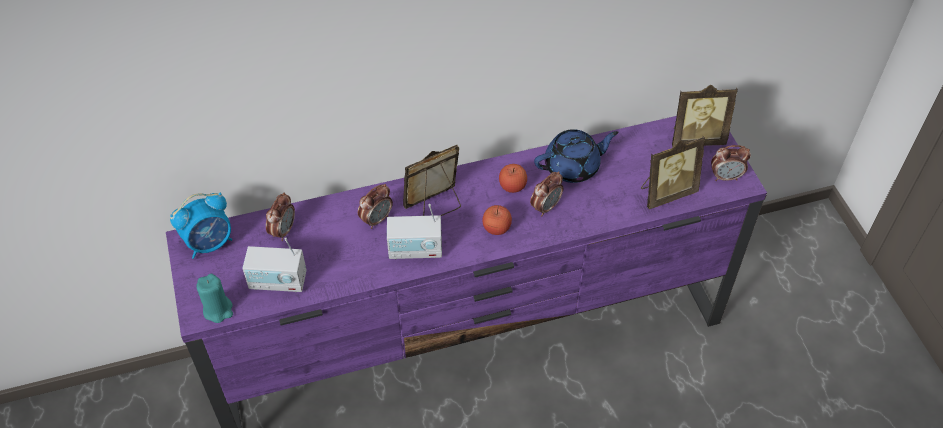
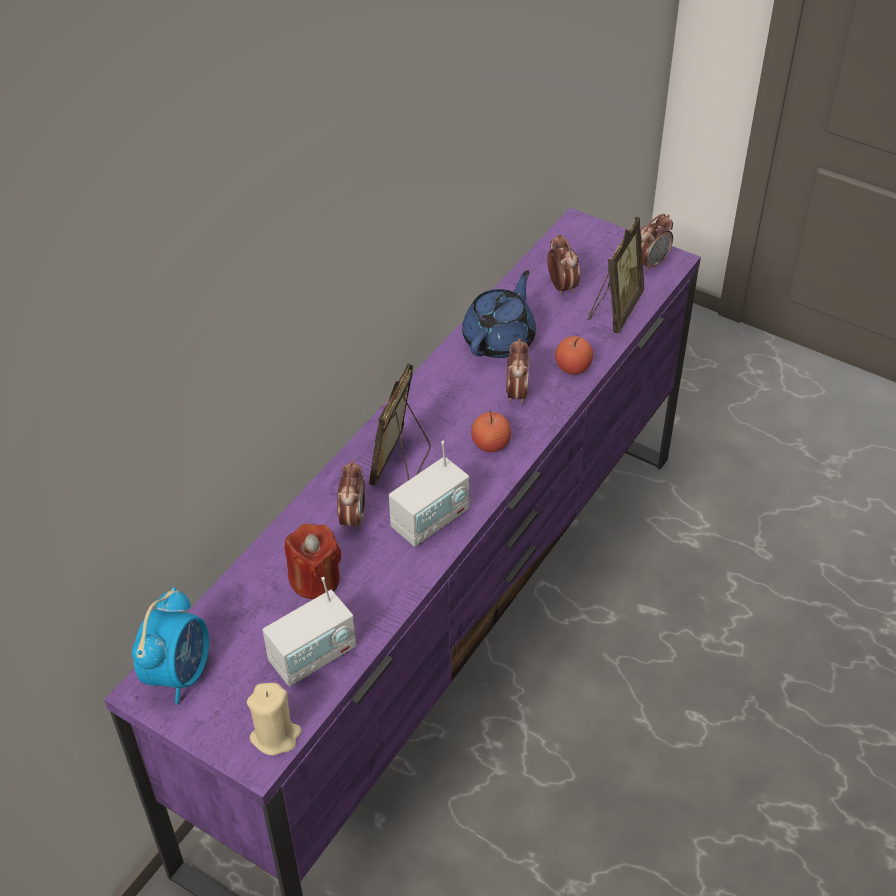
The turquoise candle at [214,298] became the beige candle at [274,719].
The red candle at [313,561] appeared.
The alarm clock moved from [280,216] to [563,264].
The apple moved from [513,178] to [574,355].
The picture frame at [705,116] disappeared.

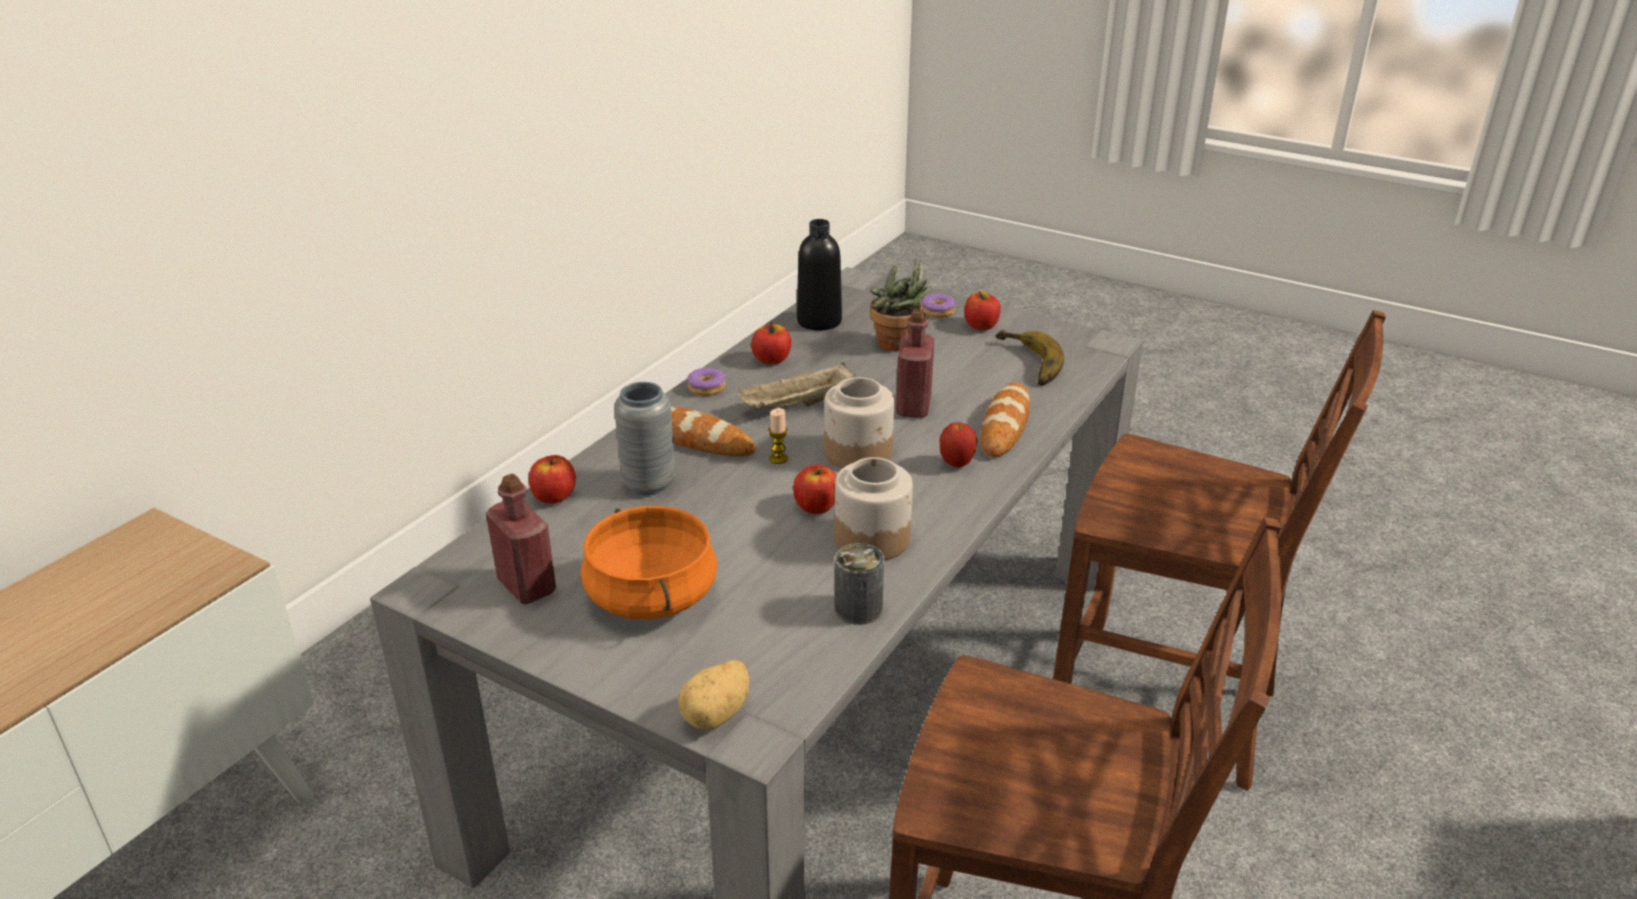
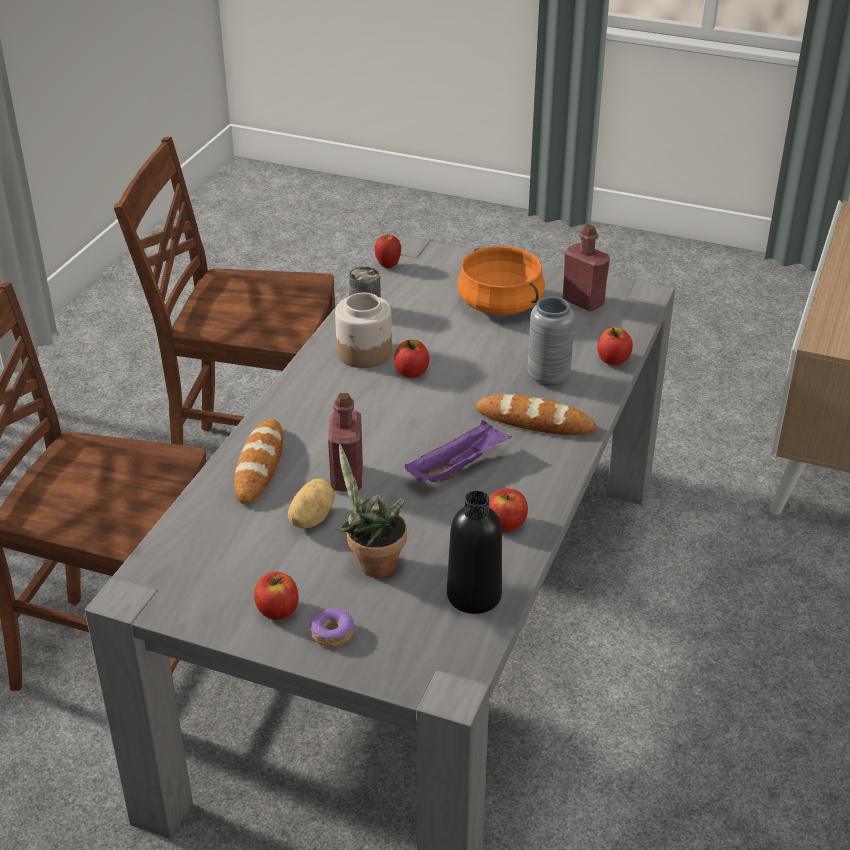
The potato moved from [714,695] to [311,504].
The apple moved from [958,445] to [387,251].
The beige tray at [796,385] became the purple tray at [458,451].
The donut at [706,382] disappeared.
The candle at [778,436] disappeared.
The jar at [859,422] disappeared.
The banana at [1030,357] disappeared.

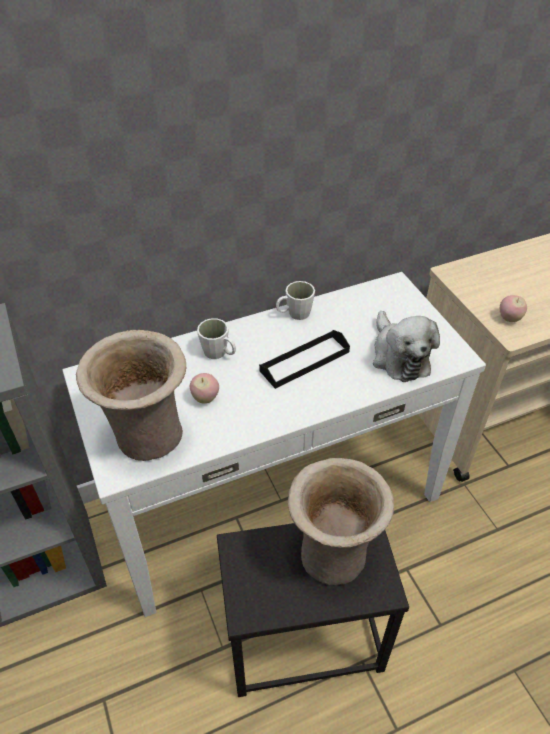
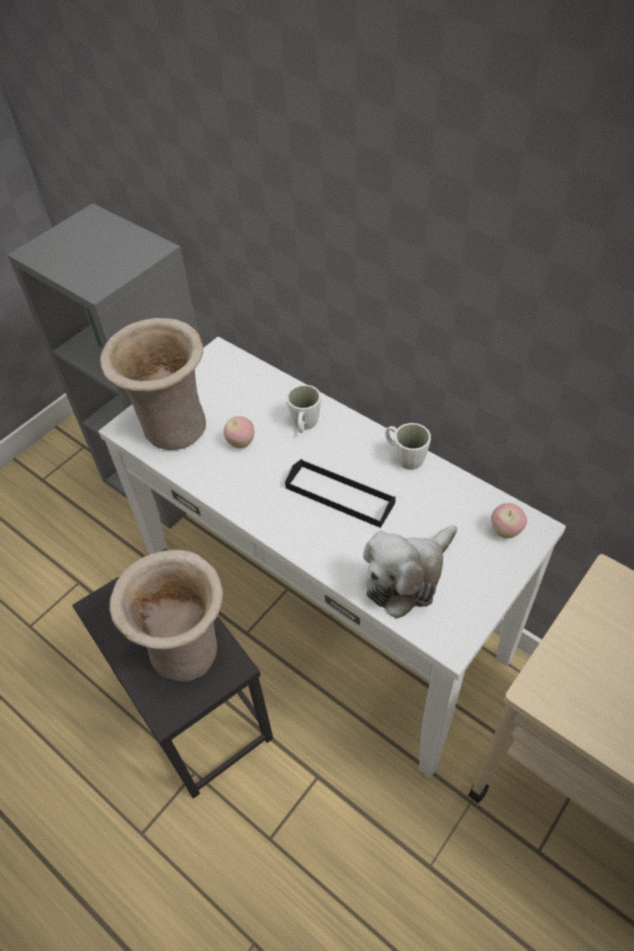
The apple moved from [513,308] to [509,521].

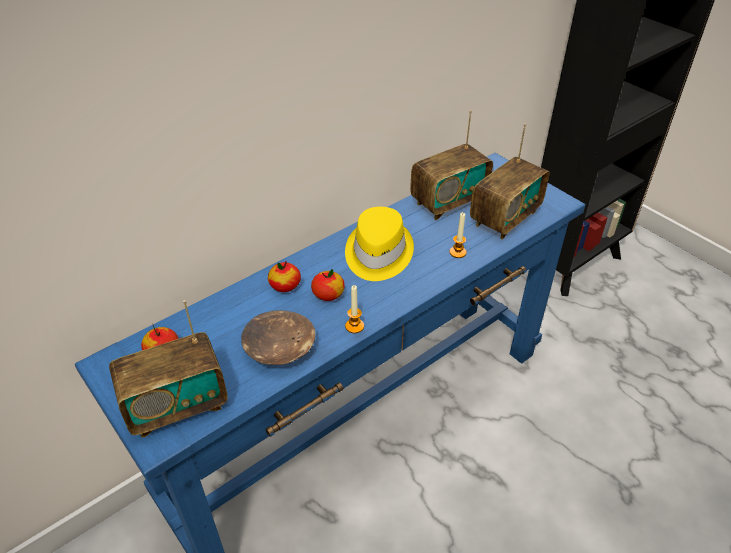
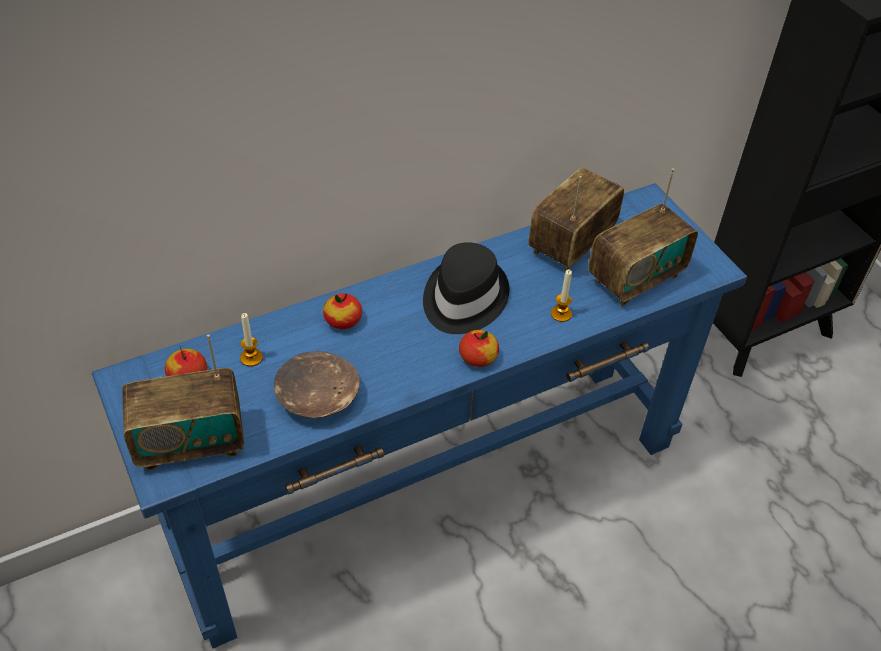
The candle moved from [354,309] to [251,339].
The yellow hat at [379,244] became the black hat at [466,288].
The apple moved from [328,285] to [479,348].
The radio at [451,165] turned 150 degrees clockwise.

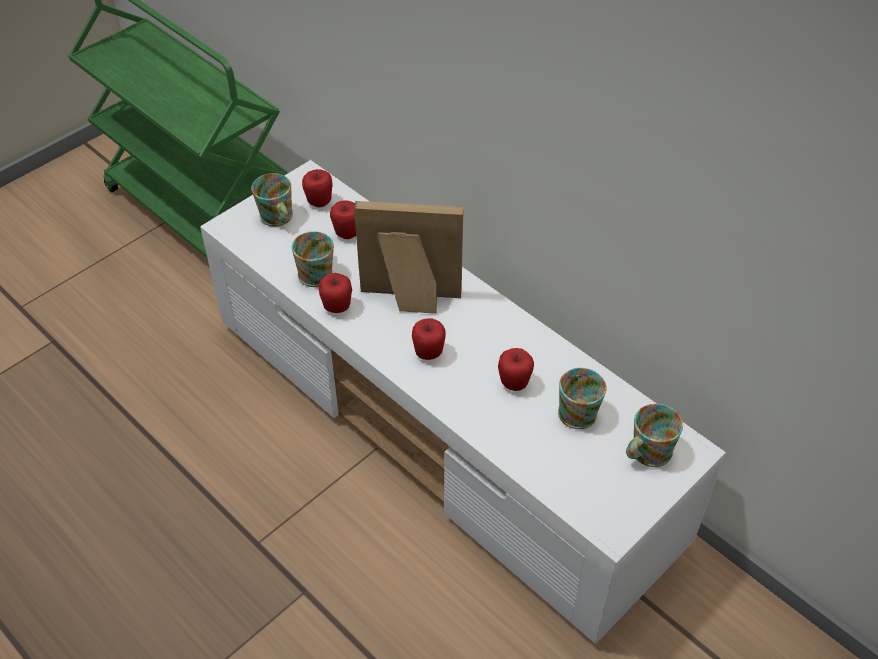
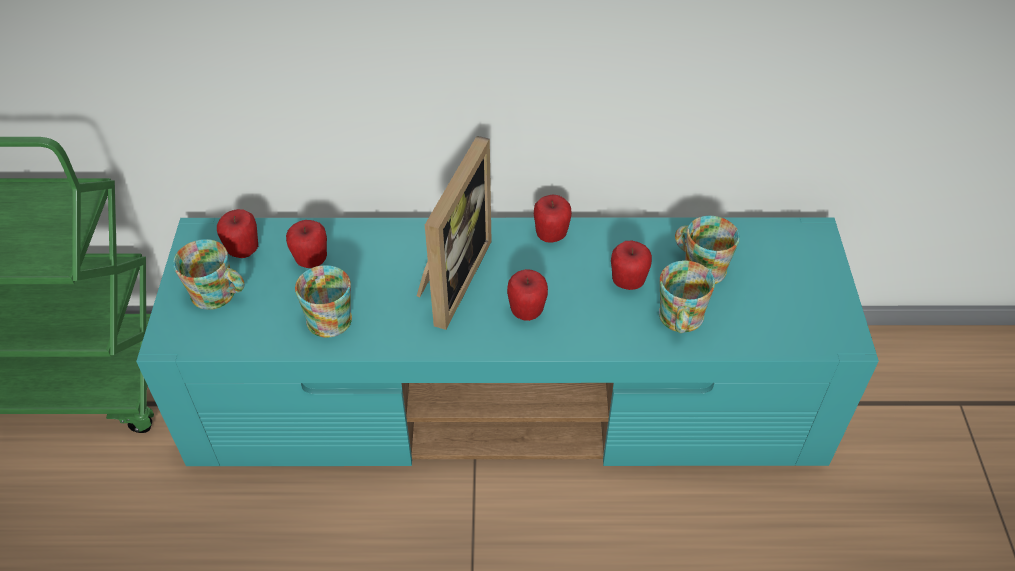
The white tv stand at [463,402] became the turquoise tv stand at [507,341].
The picture frame at [409,257] turned 150 degrees clockwise.
The apple moved from [335,293] to [553,219].
The mug moved from [654,435] to [687,296].

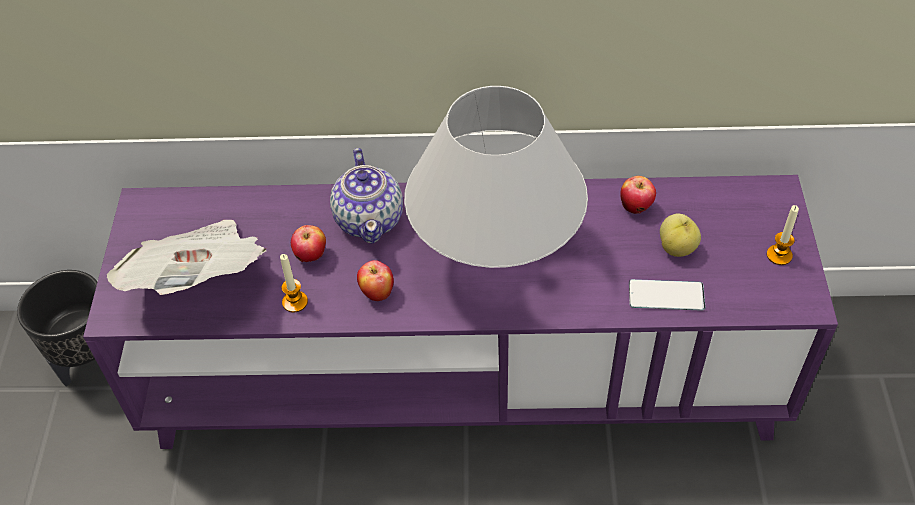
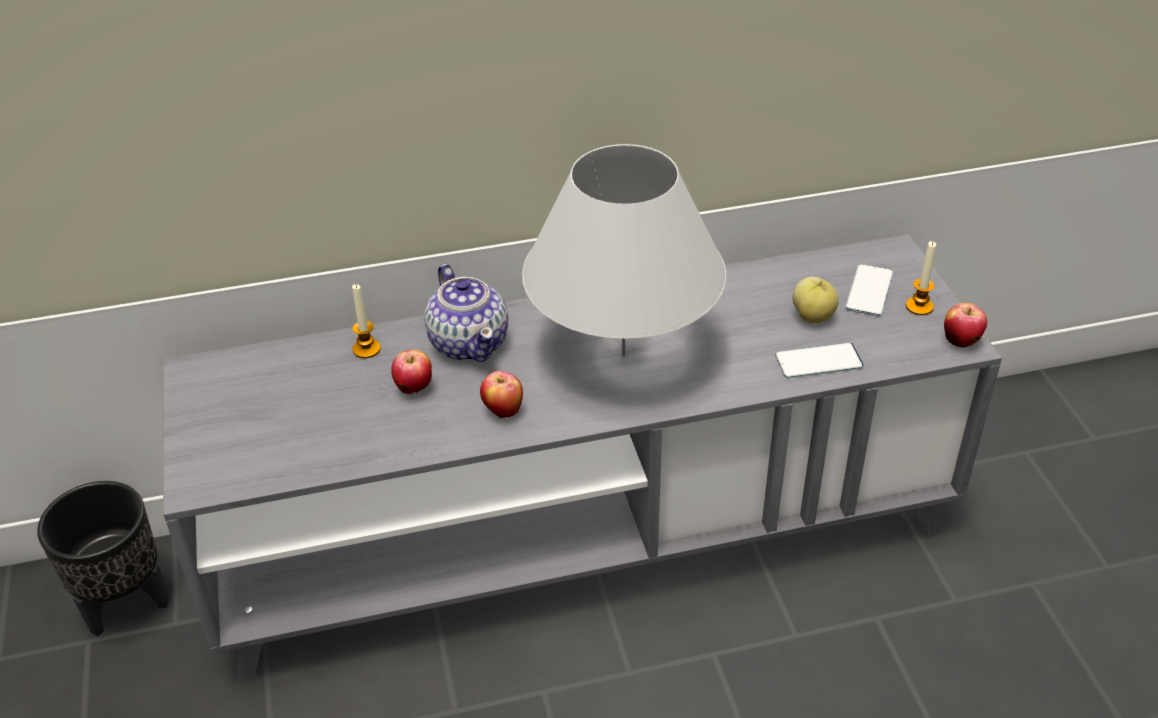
The purple tv stand at [460,312] became the grey tv stand at [582,458].
The candle moved from [294,283] to [366,321].
The phone at [869,290] appeared.
The apple moved from [638,195] to [965,325].
The newspaper at [186,257] disappeared.

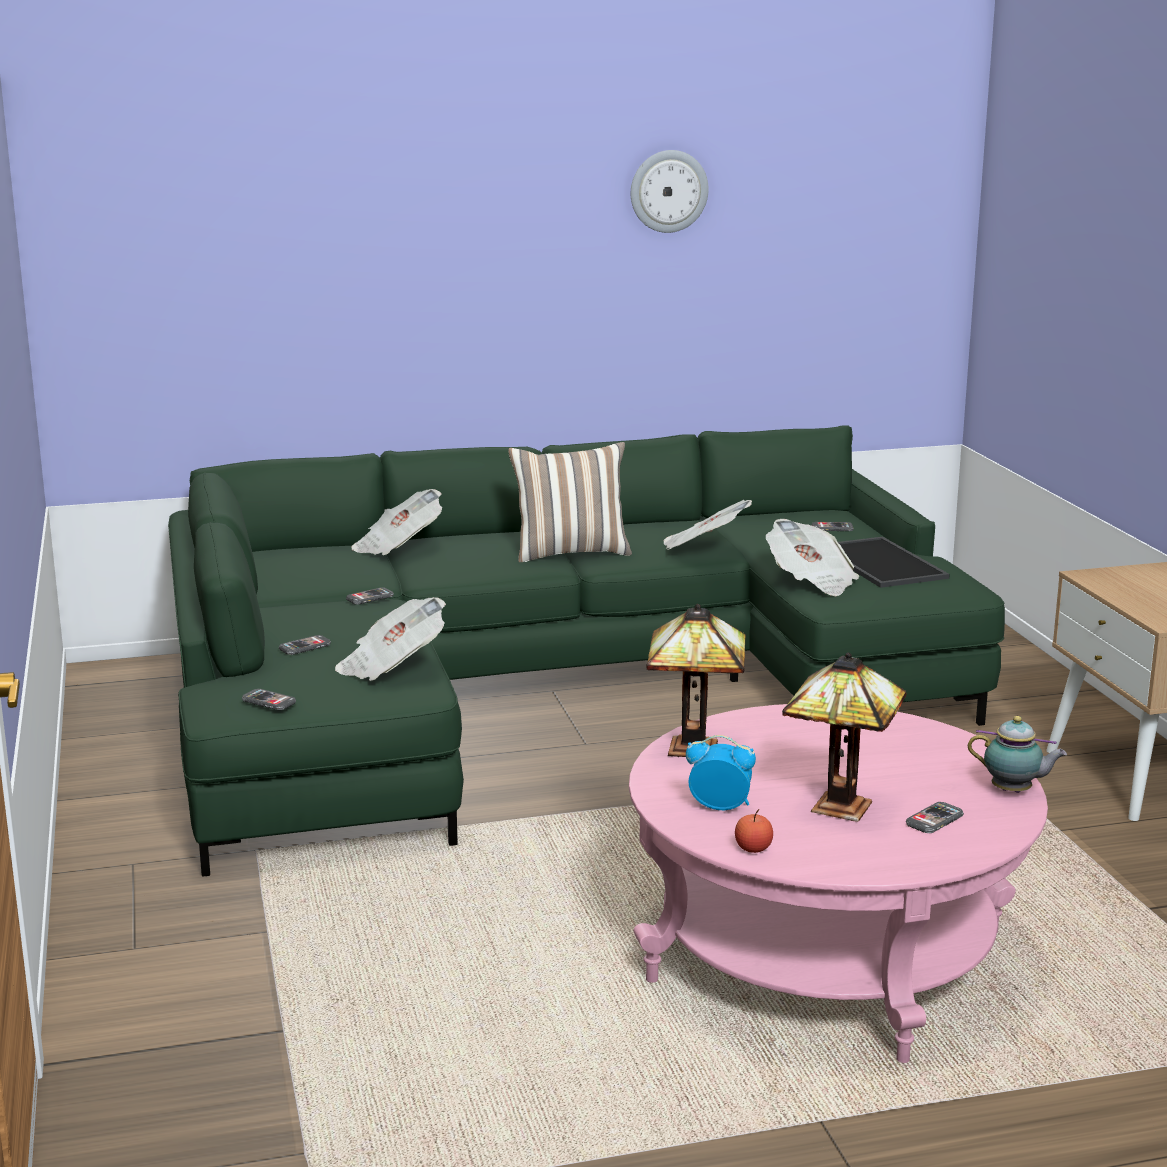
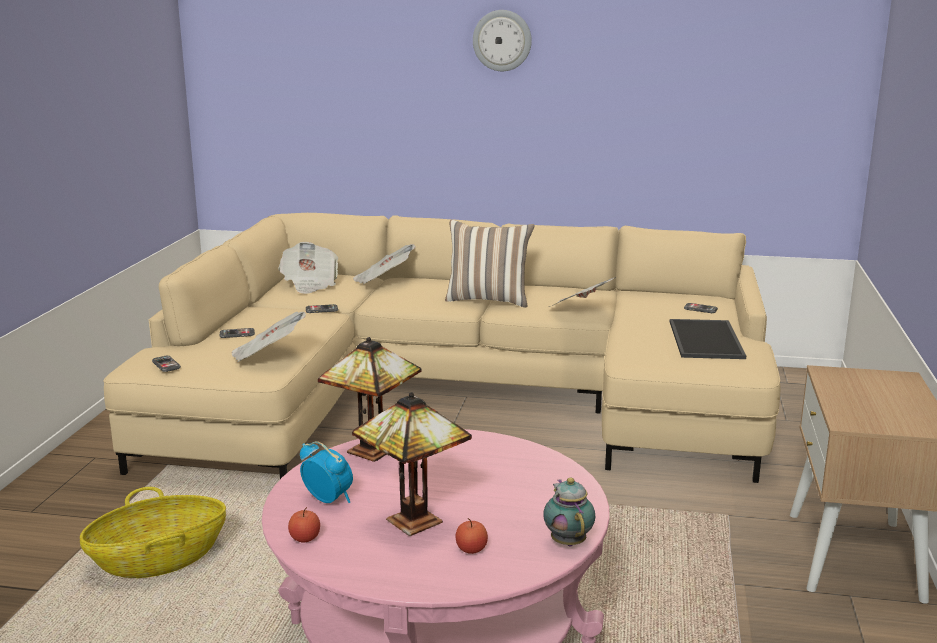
The basket at [153,532] appeared.
The green sofa at [586,651] became the beige sofa at [442,348].
The newspaper moved from [813,557] to [308,268].
The phone at [935,817] was replaced by the apple at [471,536].
The wall clock moved from [670,191] to [502,40].
The teapot at [1017,754] turned 150 degrees counterclockwise.

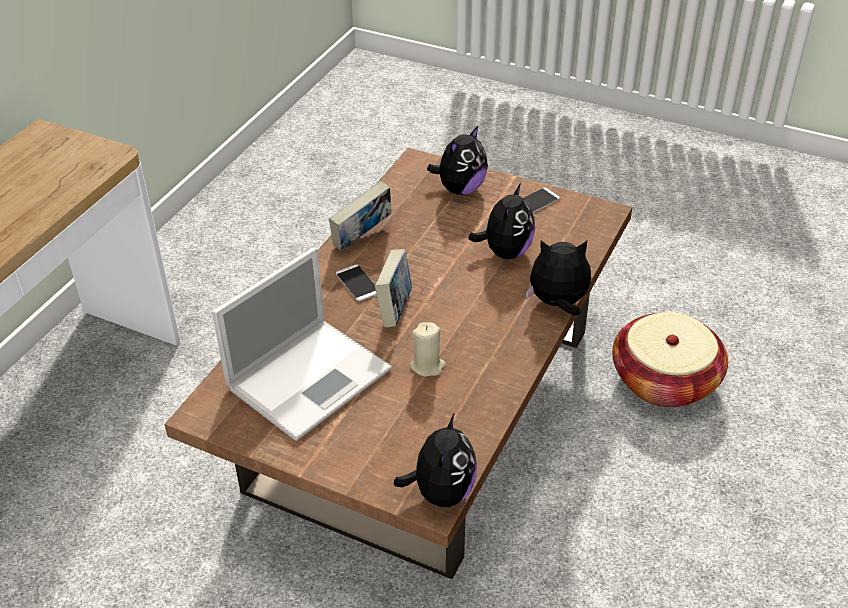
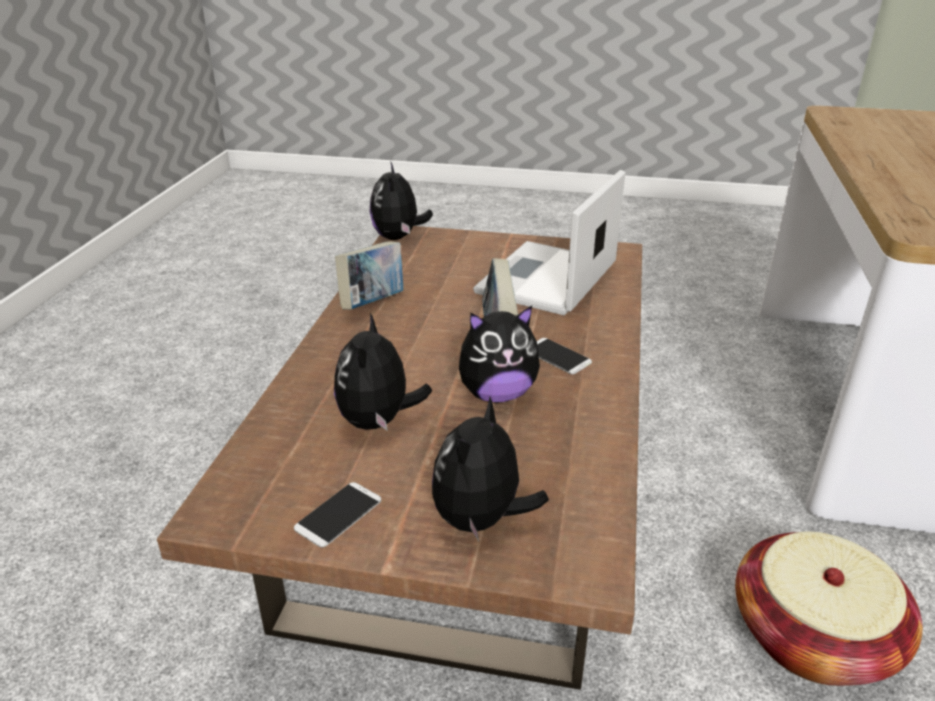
The book moved from [360,216] to [369,275].
The plush toy moved from [558,277] to [499,354].
The basket moved from [670,360] to [829,608].
The beige candle at [428,349] disappeared.

